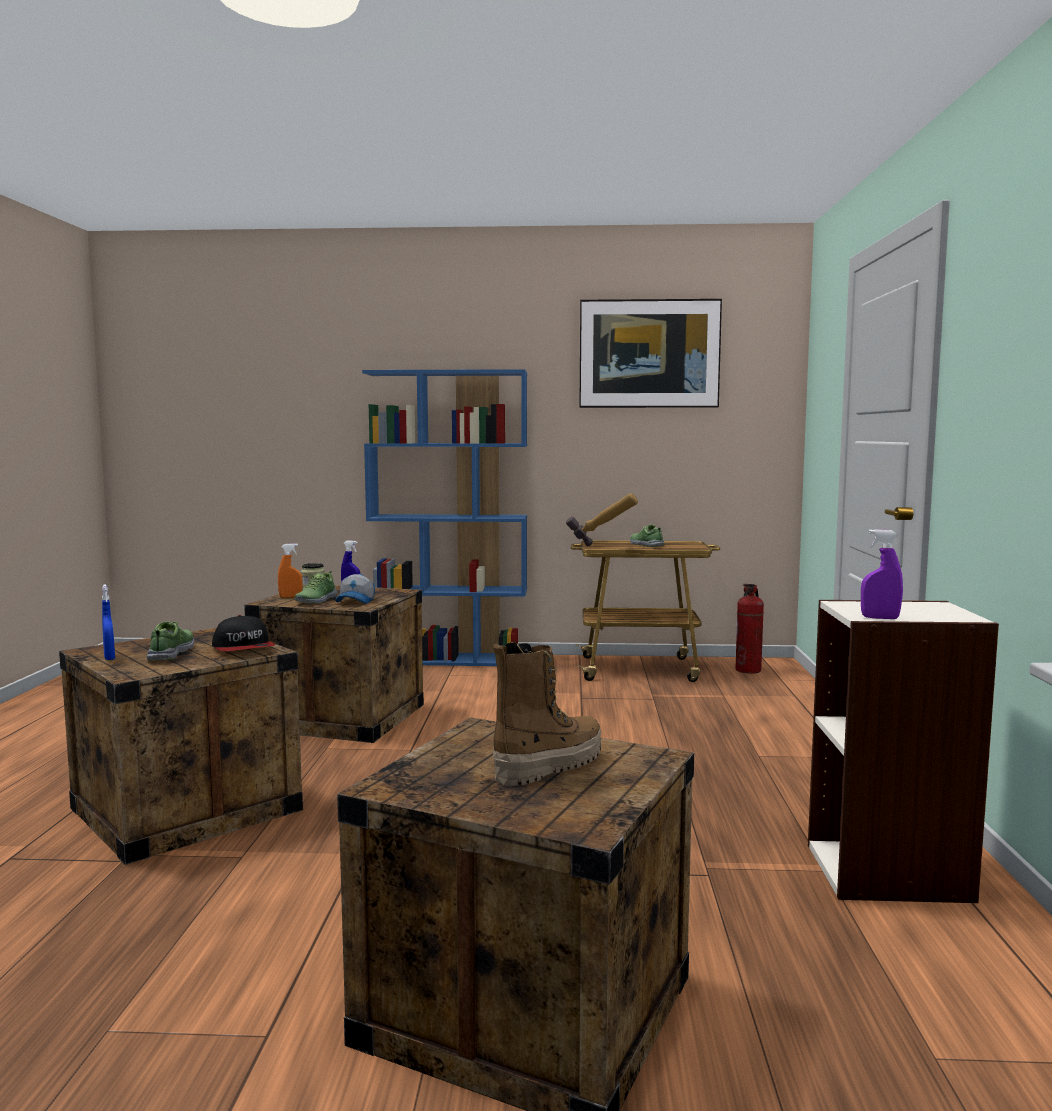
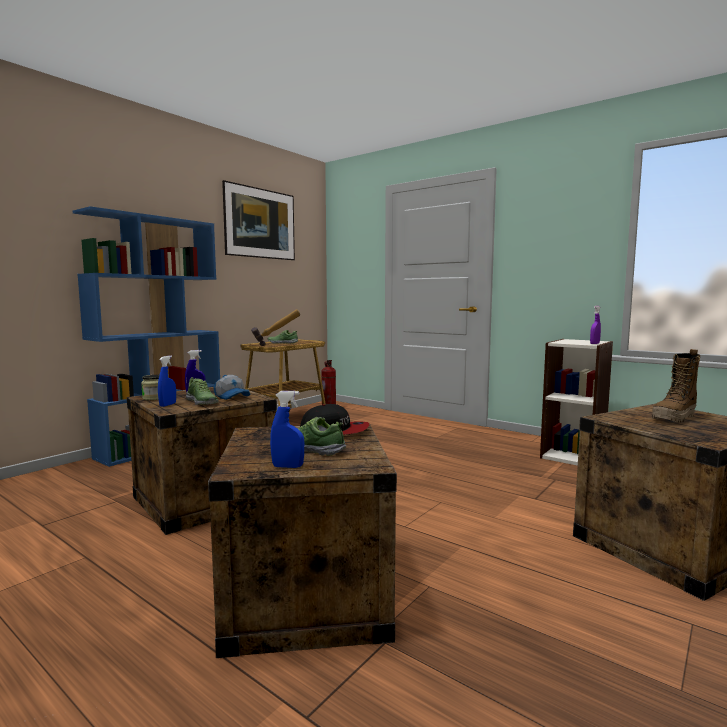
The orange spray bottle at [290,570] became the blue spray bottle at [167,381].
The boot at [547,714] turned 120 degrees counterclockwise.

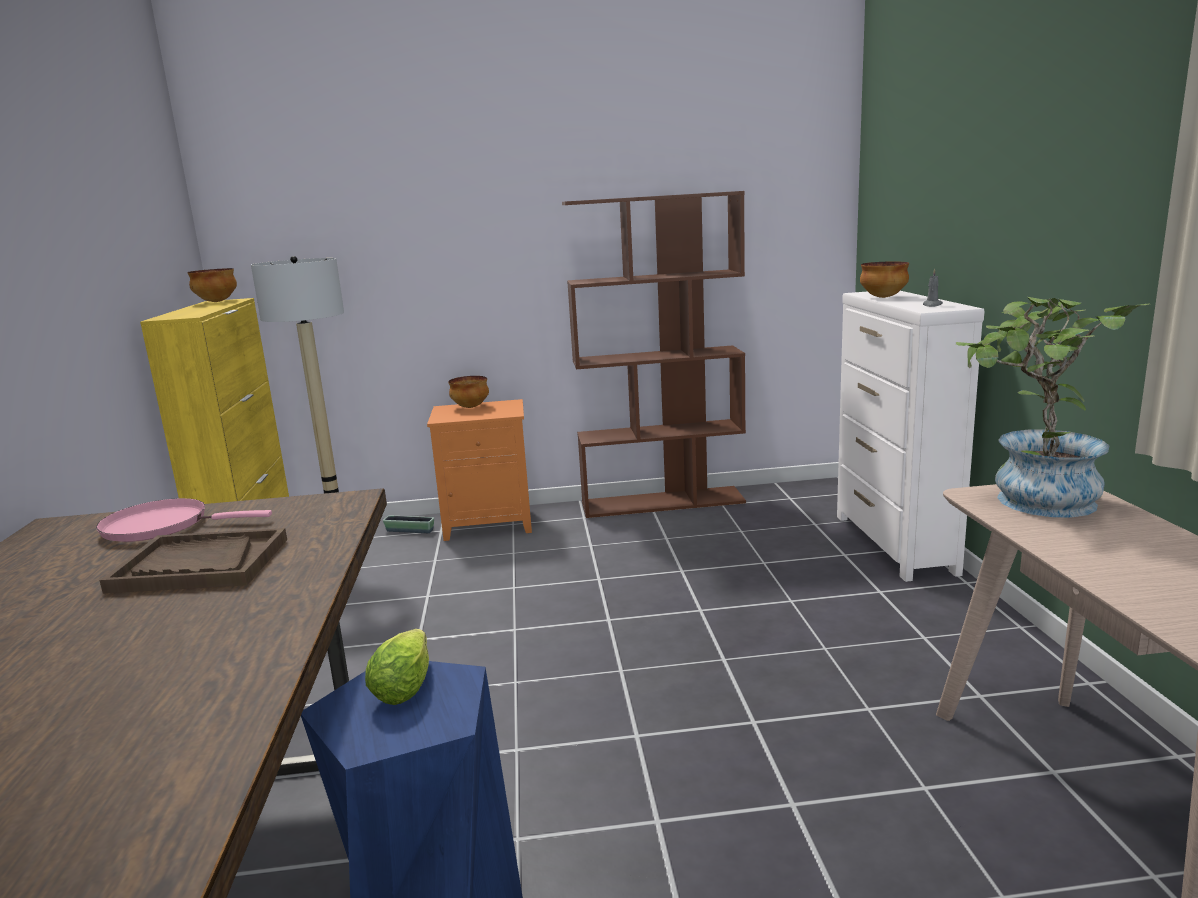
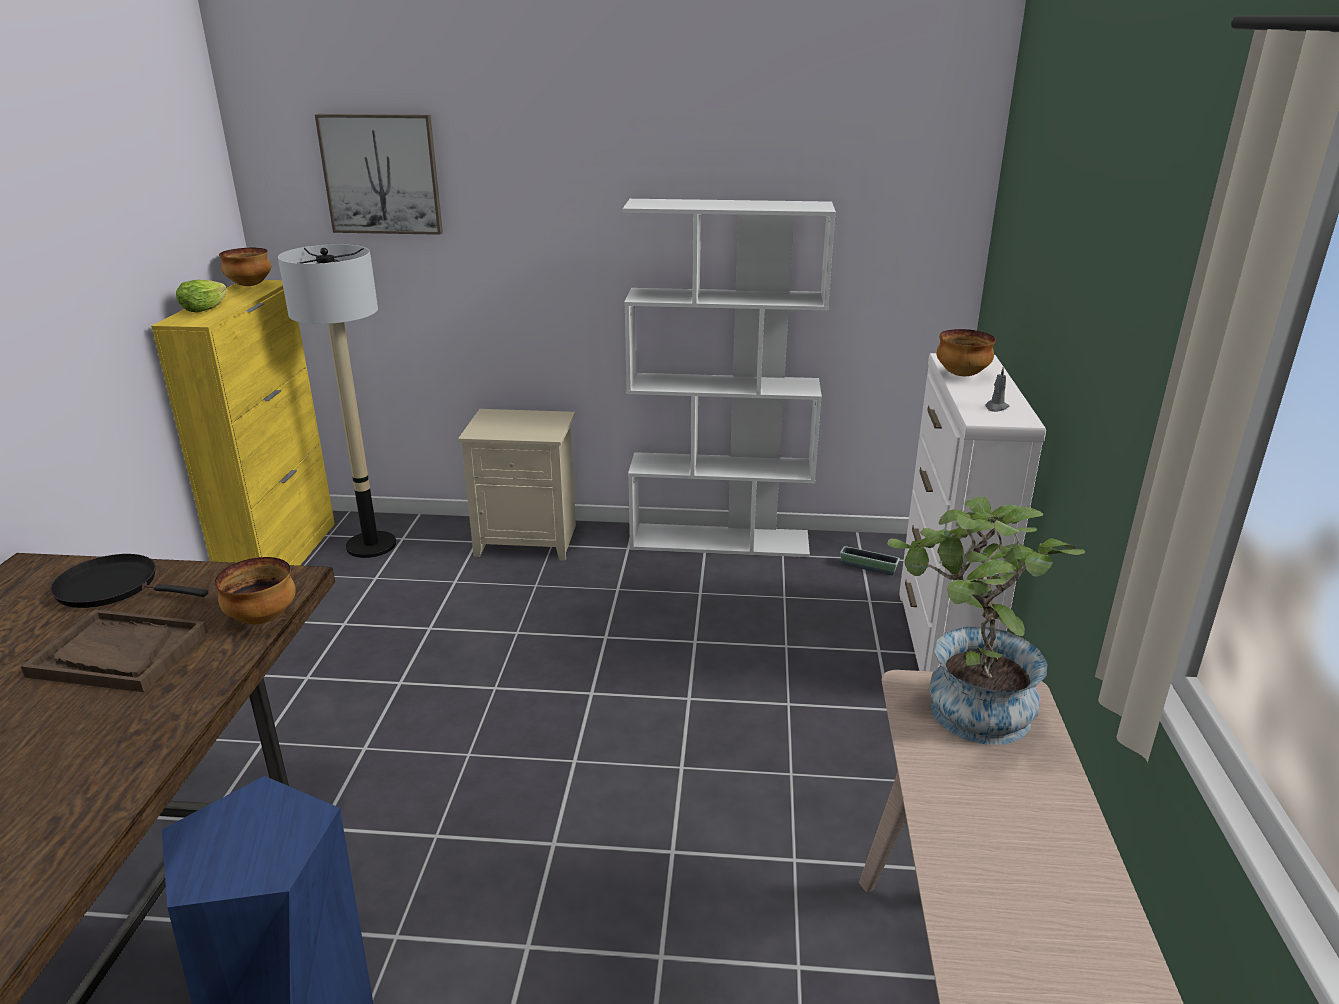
The pink frying pan at [184,520] became the black frying pan at [129,581].
The lettuce moved from [397,667] to [201,296].
The bowl moved from [468,392] to [255,590].
The picture at [379,174] appeared.
The orange nightstand at [479,470] became the beige nightstand at [517,485].
The brown bookcase at [654,354] became the white bookcase at [729,378].
The planter moved from [408,524] to [870,560].

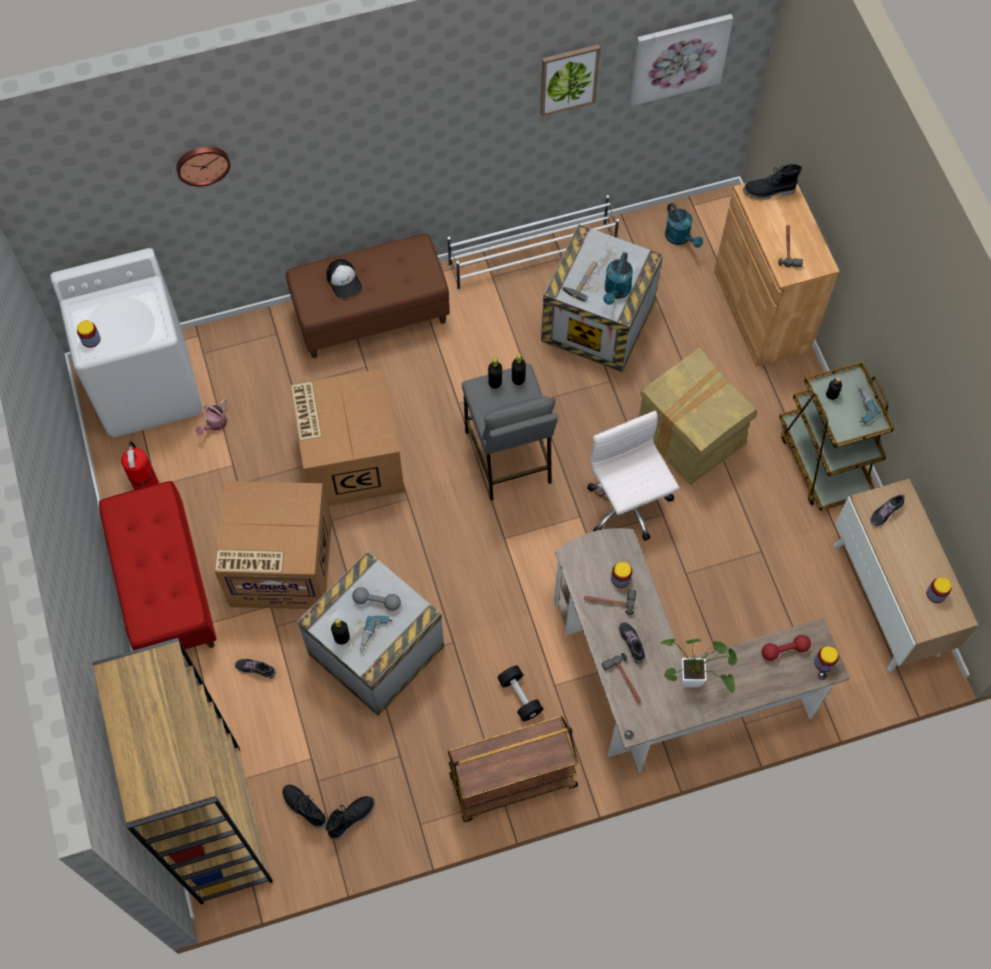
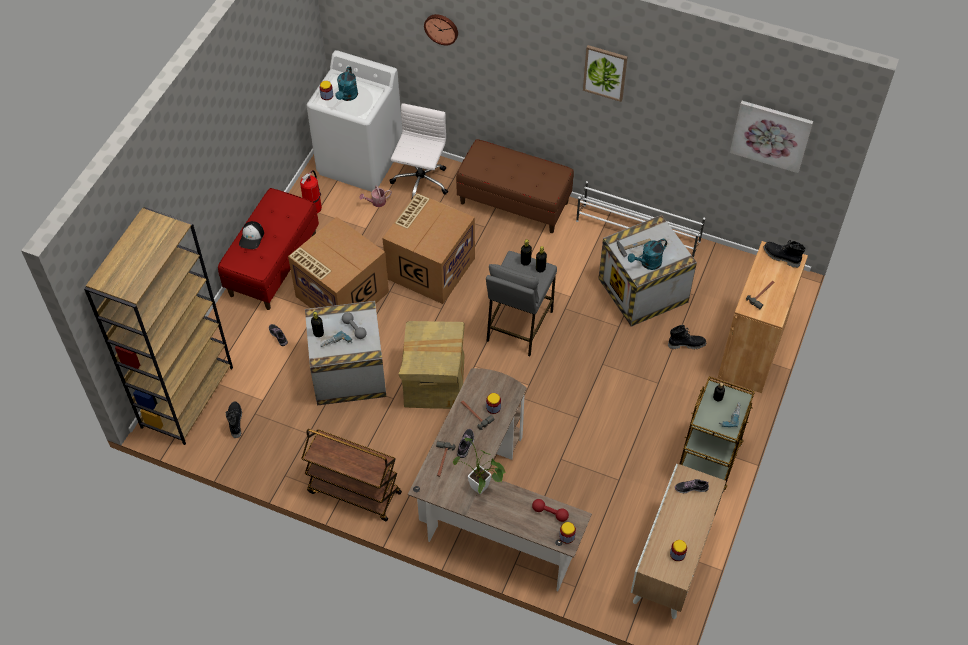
The cap moved from [344,279] to [251,235].
The turquoise watering can moved from [684,225] to [346,84].
The white office chair moved from [633,476] to [419,151].
The cardboard box moved from [697,416] to [432,365].
The picture moved from [570,80] to [605,73].
The black boot moved from [350,818] to [687,337].
The black dumbbell at [520,693] disappeared.

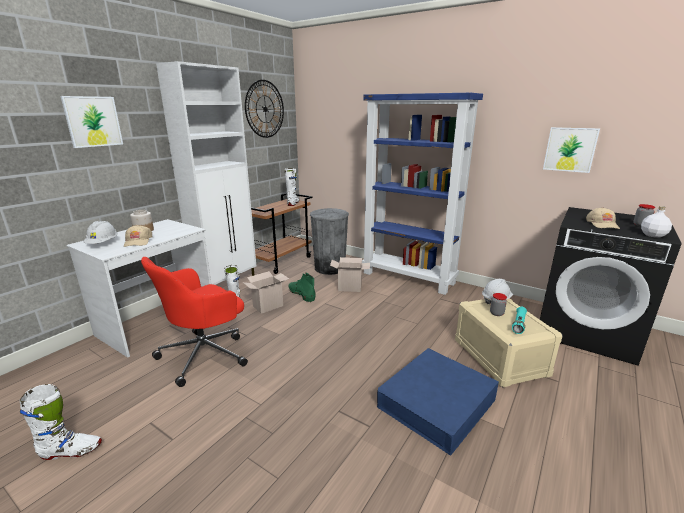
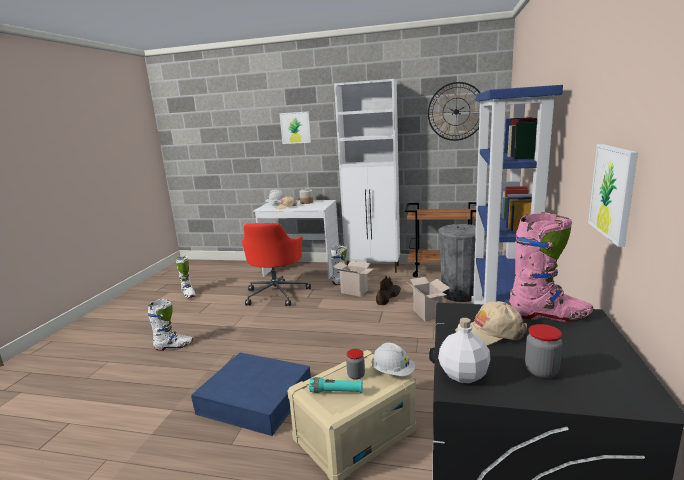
The white boot moved from [292,187] to [170,325].
The red office chair at [194,322] turned 105 degrees counterclockwise.
The green boot at [302,287] became the brown boot at [388,290].
The pink boot at [551,267] appeared.

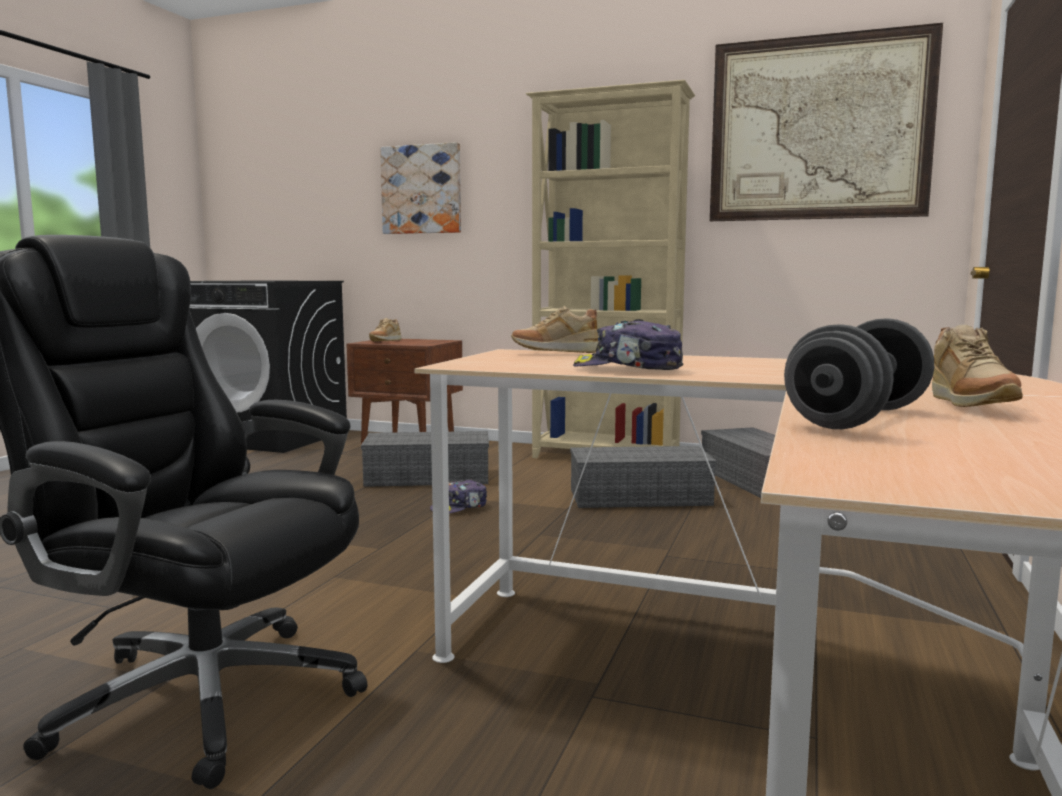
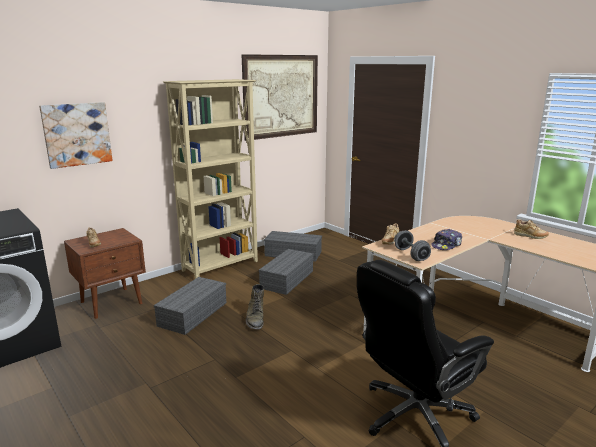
The cap at [458,496] was replaced by the green boot at [255,306].
The grey dumbbell moved from [859,373] to [412,245].

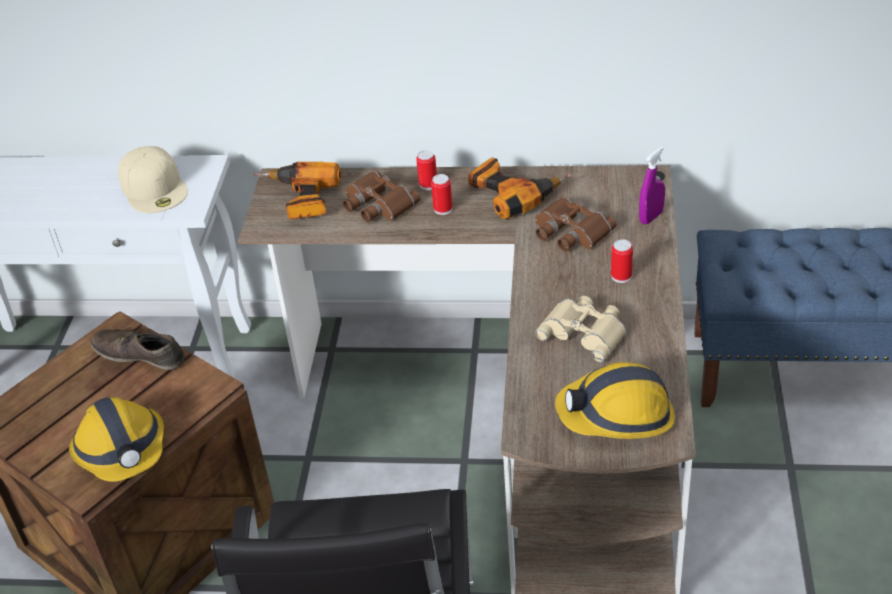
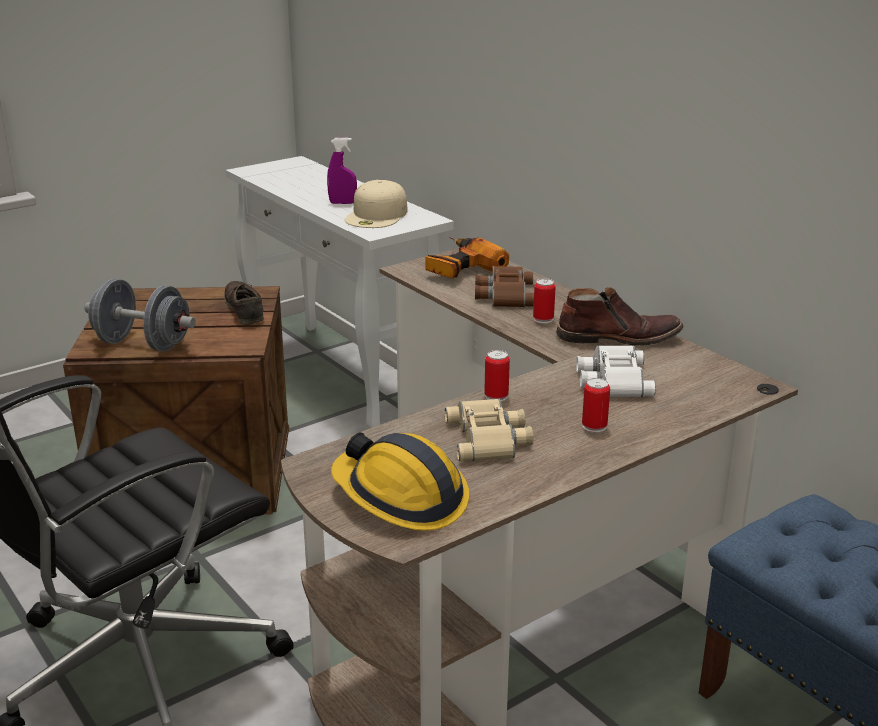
The hard hat at [116,439] was replaced by the grey dumbbell at [140,315].
The purple spray bottle moved from [652,185] to [342,171].
The can moved from [426,170] to [497,376].
The power drill at [520,188] was replaced by the brown boot at [619,316].
The brown binoculars at [576,224] became the white binoculars at [616,371].

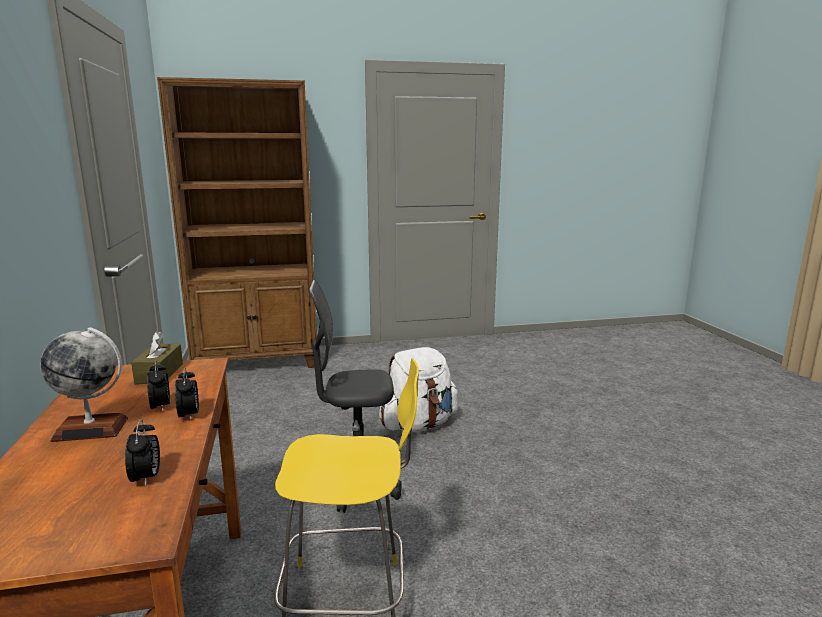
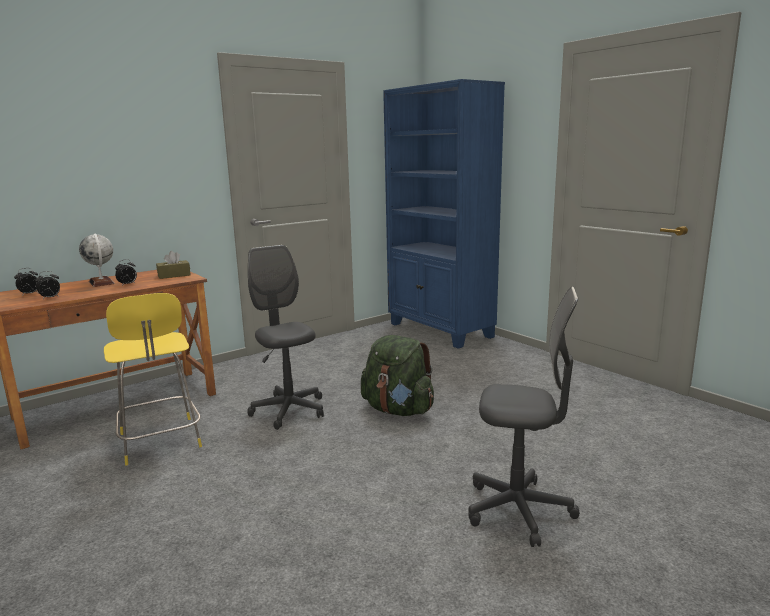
The alarm clock moved from [187,394] to [26,282].
The white backpack at [418,389] became the green backpack at [397,375].
The brown bookcase at [237,222] became the blue bookcase at [444,214].
The grey office chair at [524,417] appeared.

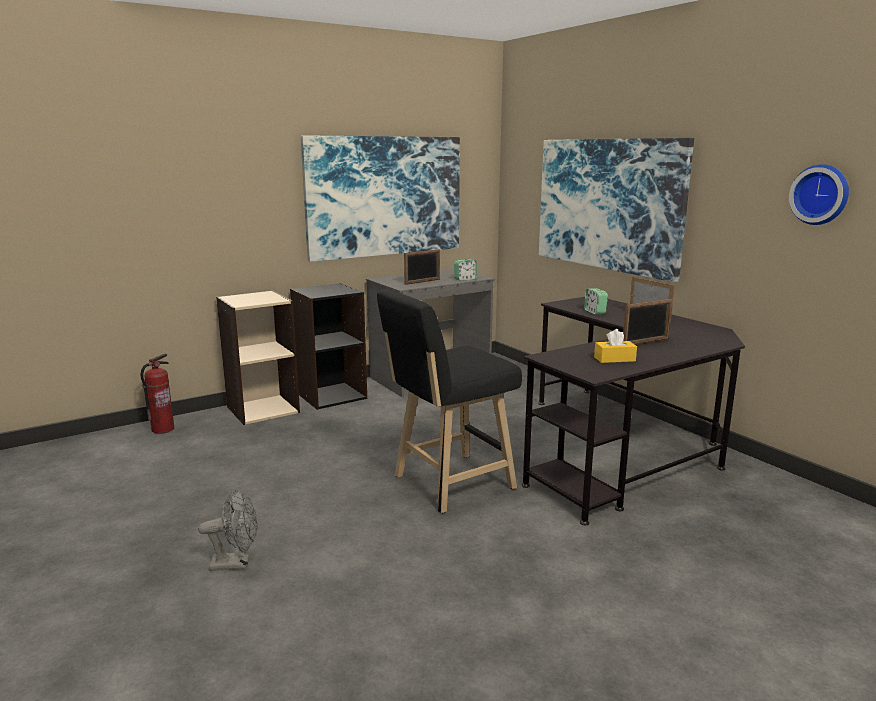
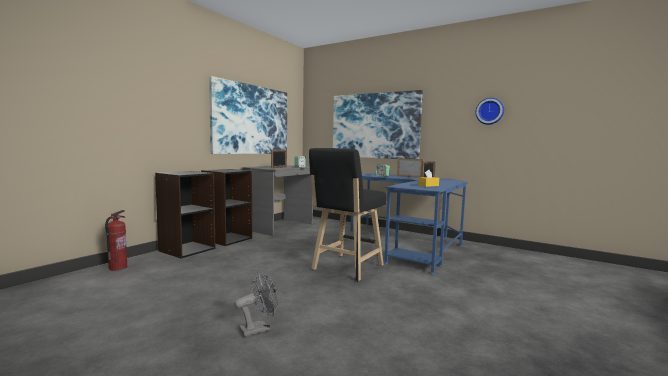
The beige bookcase at [258,357] became the black bookcase at [185,215].
The black desk at [633,411] became the blue desk at [409,224].

